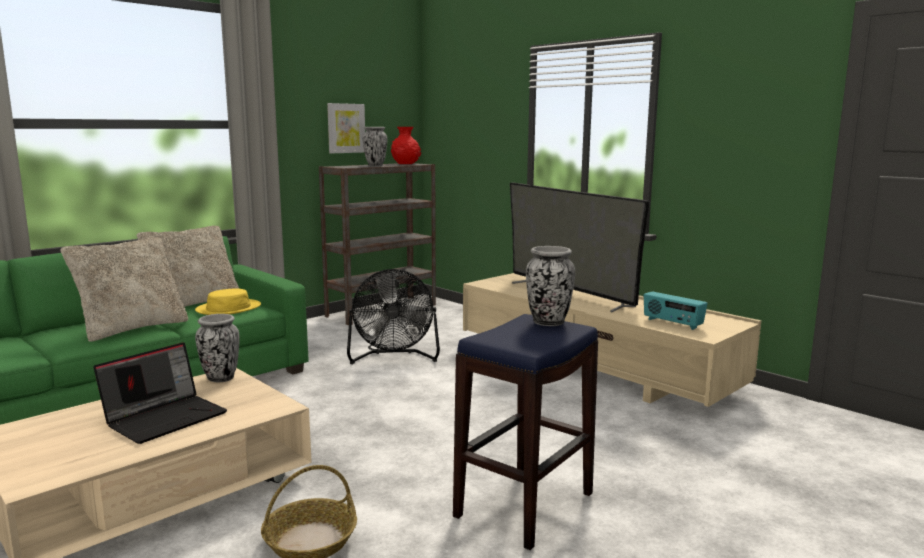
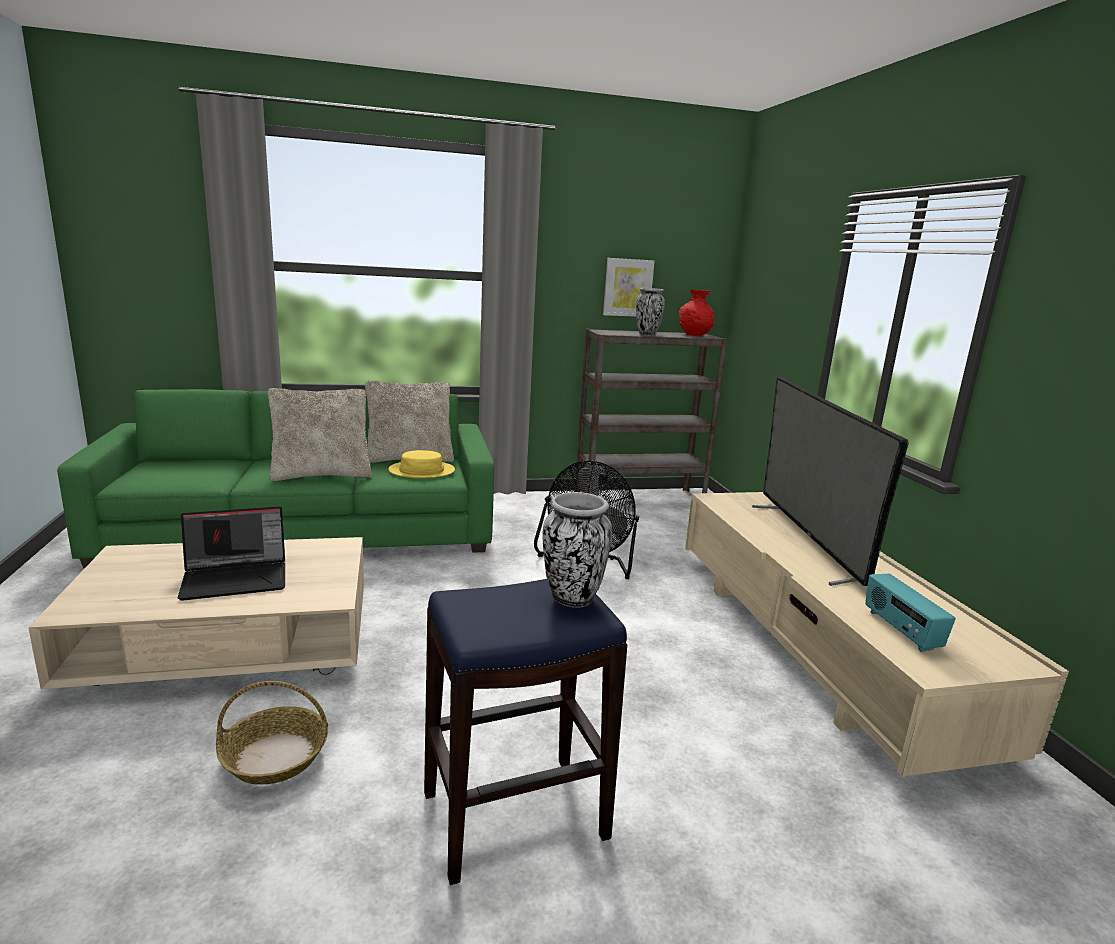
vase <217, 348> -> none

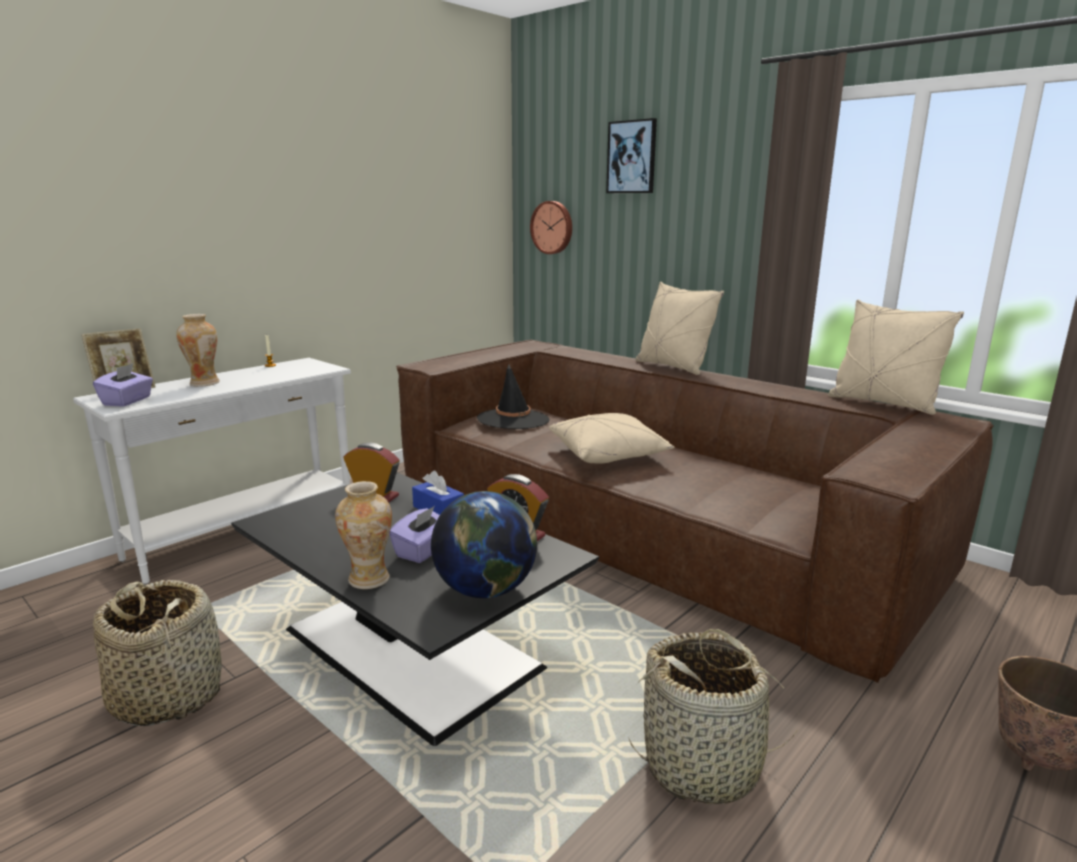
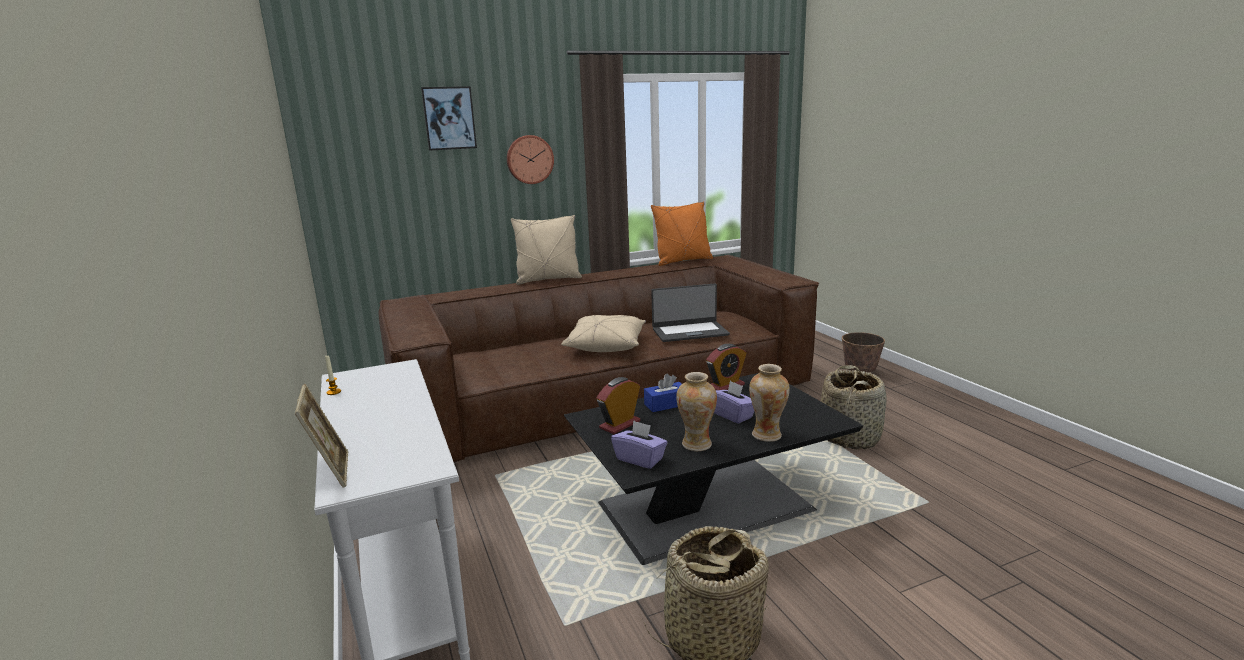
wall clock <551, 227> -> wall clock <530, 159>, move
purple tissue box <123, 385> -> purple tissue box <639, 444>, move
beige pillow <896, 357> -> orange pillow <682, 233>
none -> laptop <690, 313>
vase <198, 350> -> vase <696, 411>, move
globe <484, 544> -> none
black hat <513, 397> -> none

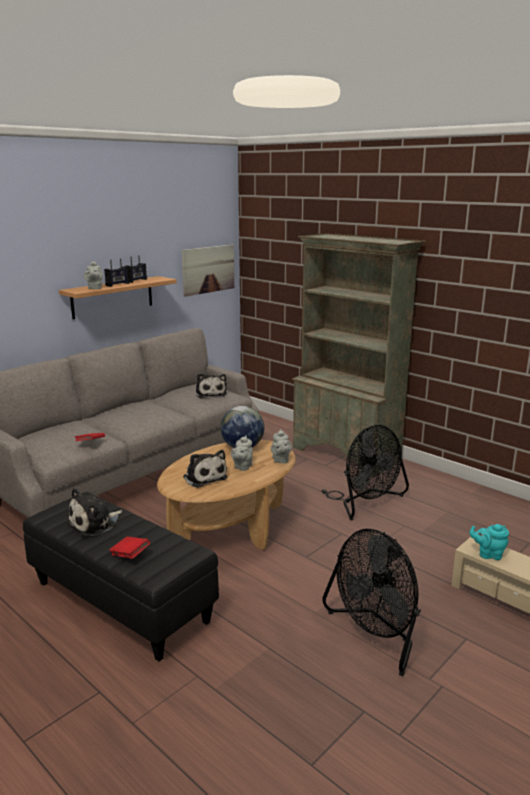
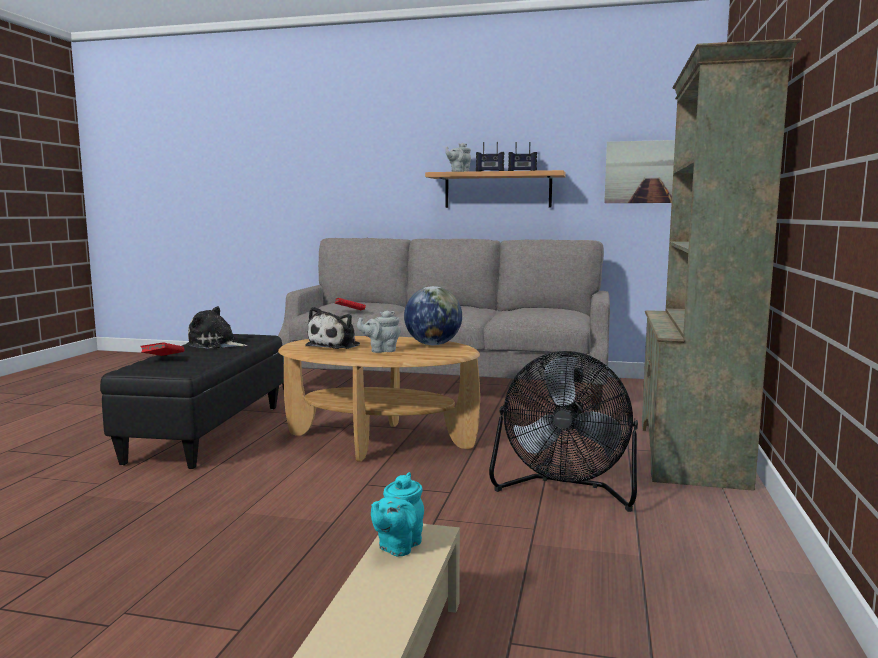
turquoise teapot <489, 542> -> turquoise teapot <397, 514>, 135 degrees counterclockwise
plush toy <211, 385> -> none
grey teapot <281, 446> -> none
black fan <372, 602> -> none

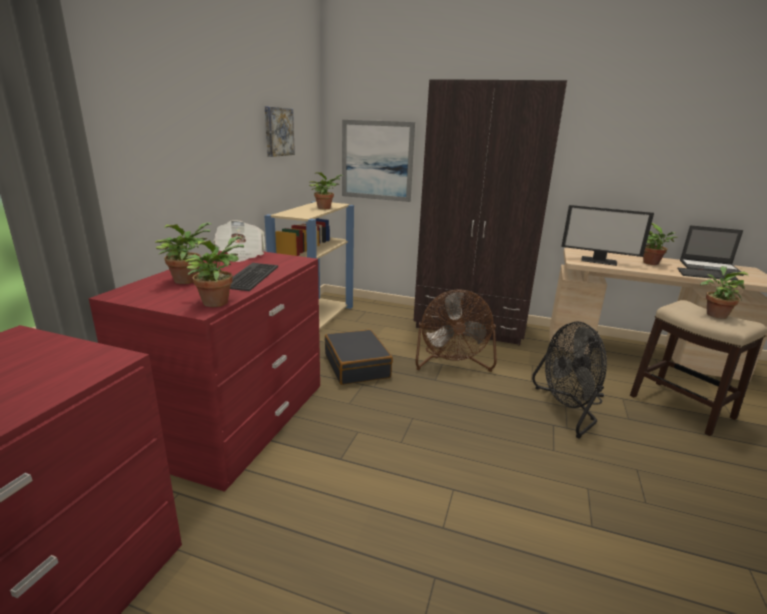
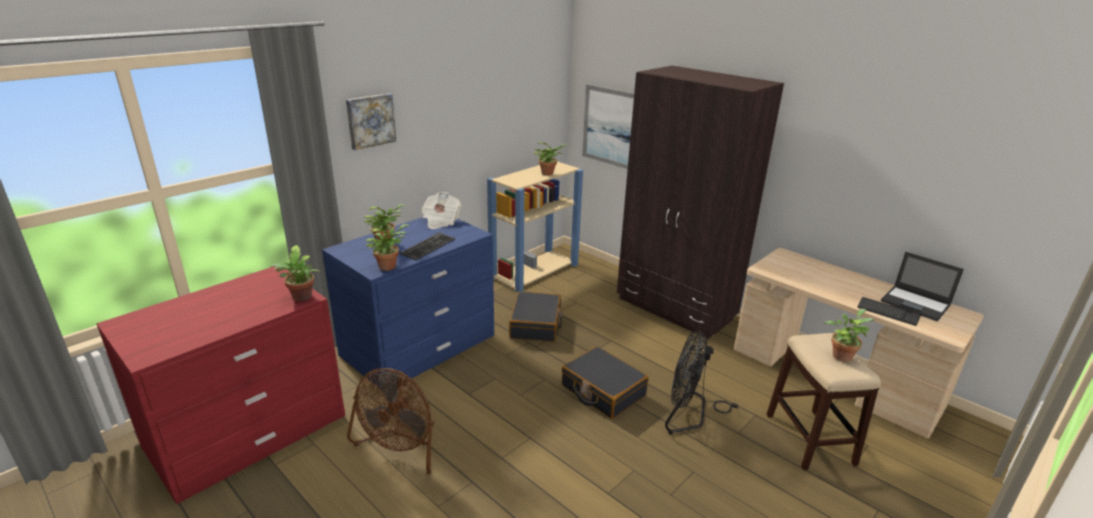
potted plant <660, 244> -> potted plant <296, 273>, move
red dresser <204, 371> -> blue dresser <408, 304>
picture <280, 131> -> picture <371, 121>, move
brown fan <456, 331> -> brown fan <390, 421>, move
none -> black suitcase <605, 382>
monitor <607, 235> -> none

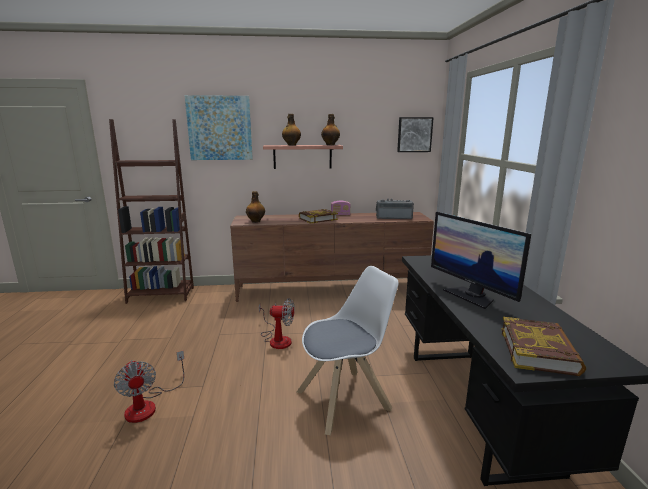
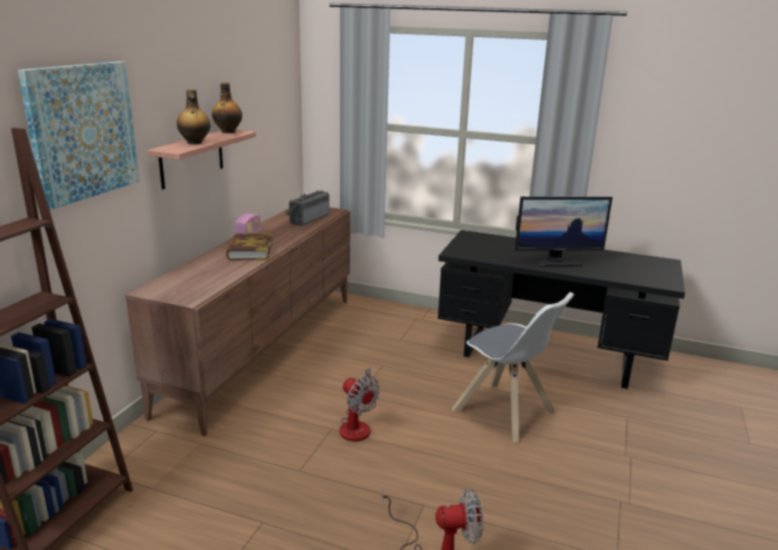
fan <277, 323> -> fan <360, 404>, 105 degrees clockwise
chair <347, 350> -> chair <513, 367>, 135 degrees clockwise
bottle <255, 207> -> none
picture <415, 134> -> none
book <543, 346> -> none

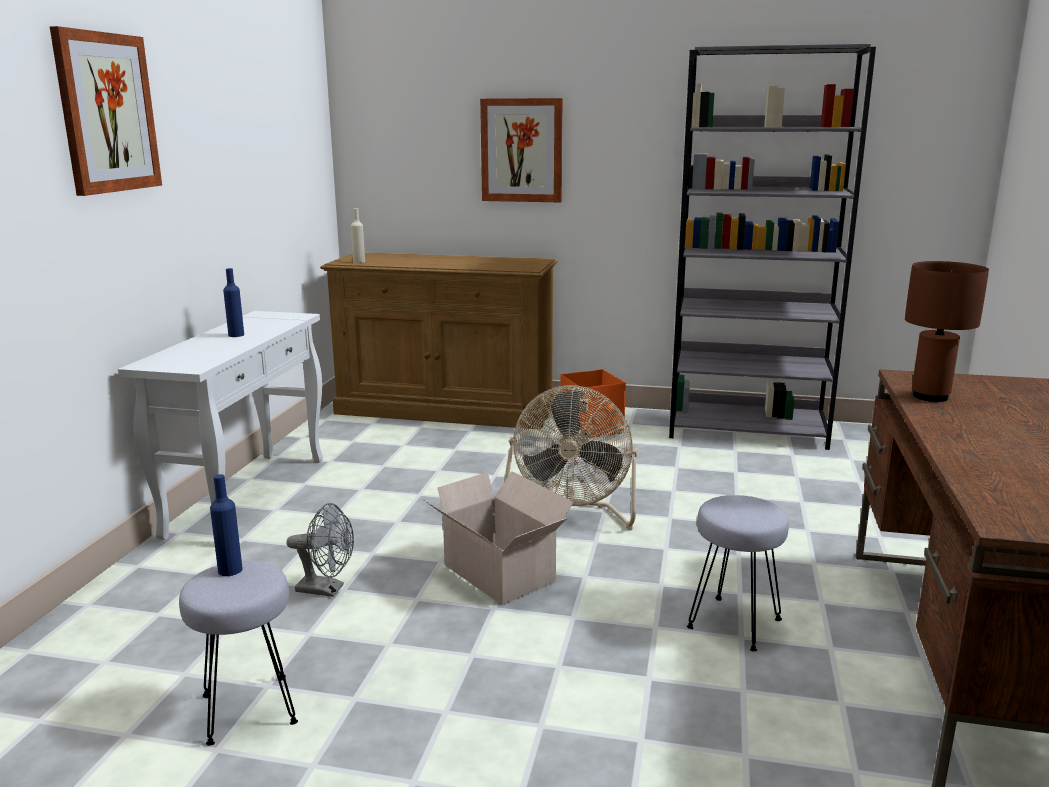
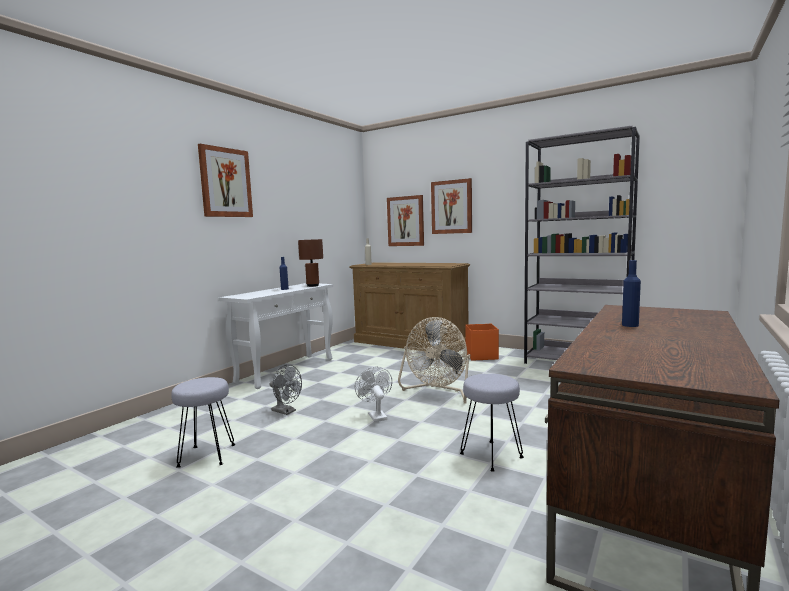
brown table lamp <947, 331> -> brown table lamp <310, 263>, move
cardboard box <498, 538> -> white fan <373, 394>
none -> picture <405, 220>
blue bottle <226, 525> -> blue bottle <631, 293>, move

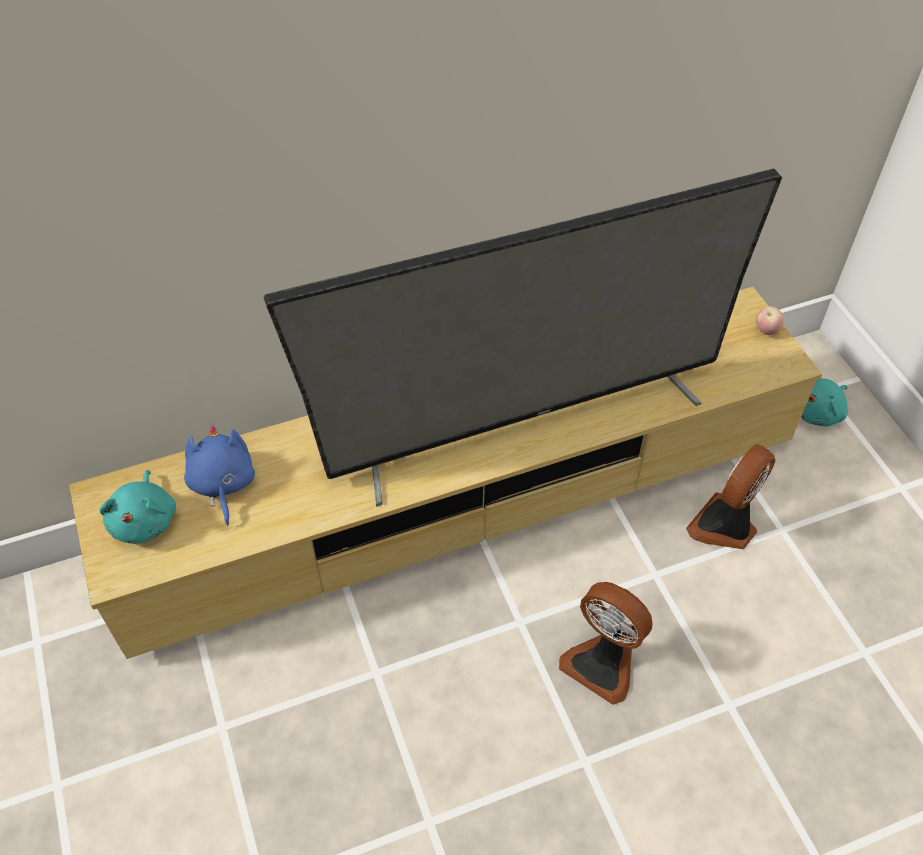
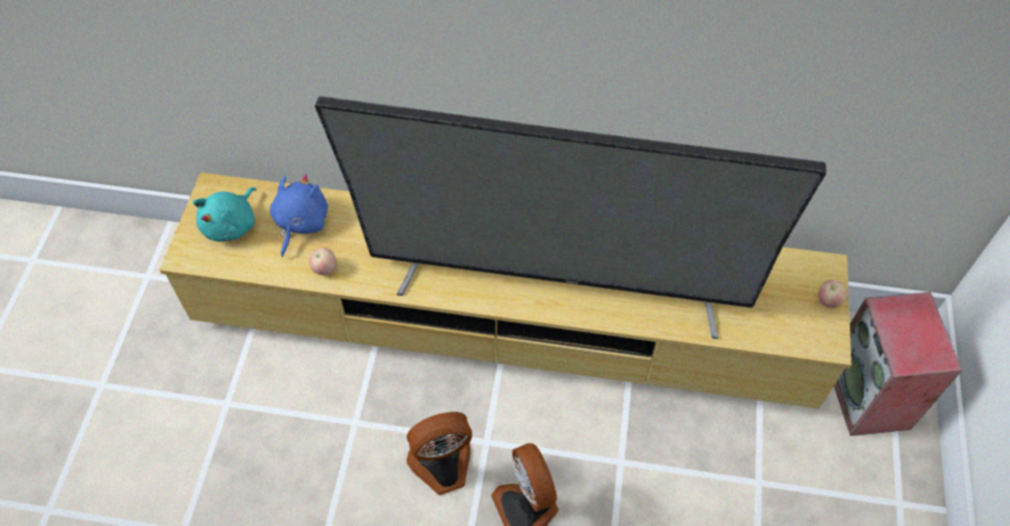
none -> apple <323, 261>
fan <730, 496> -> fan <439, 453>, move
turquoise plush toy <824, 402> -> speaker <898, 364>

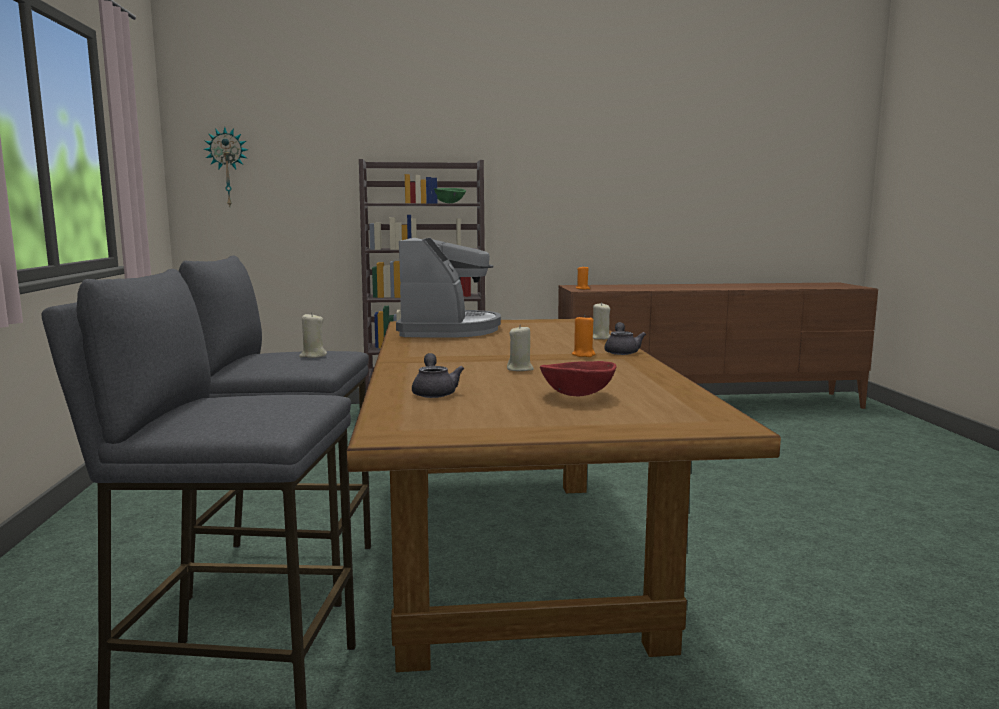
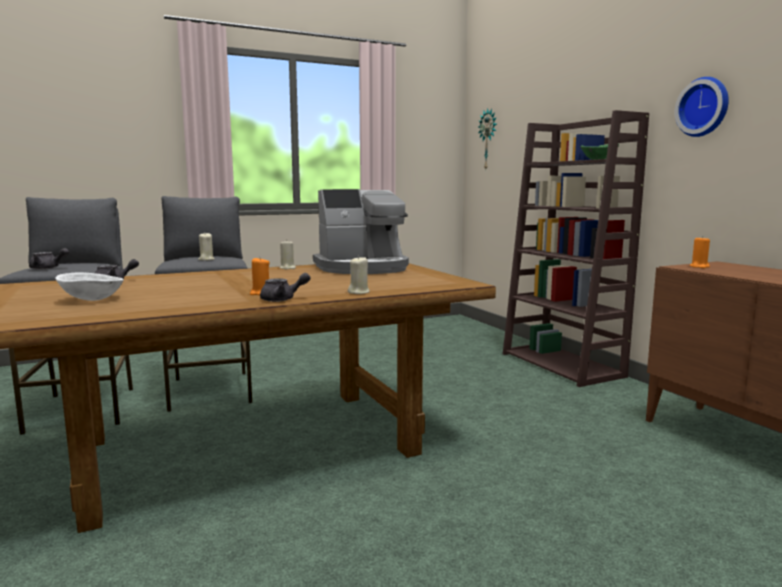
none -> grey teapot <49, 258>
red bowl <578, 378> -> white bowl <89, 286>
beige candle <520, 348> -> beige candle <288, 255>, move
none -> wall clock <702, 107>

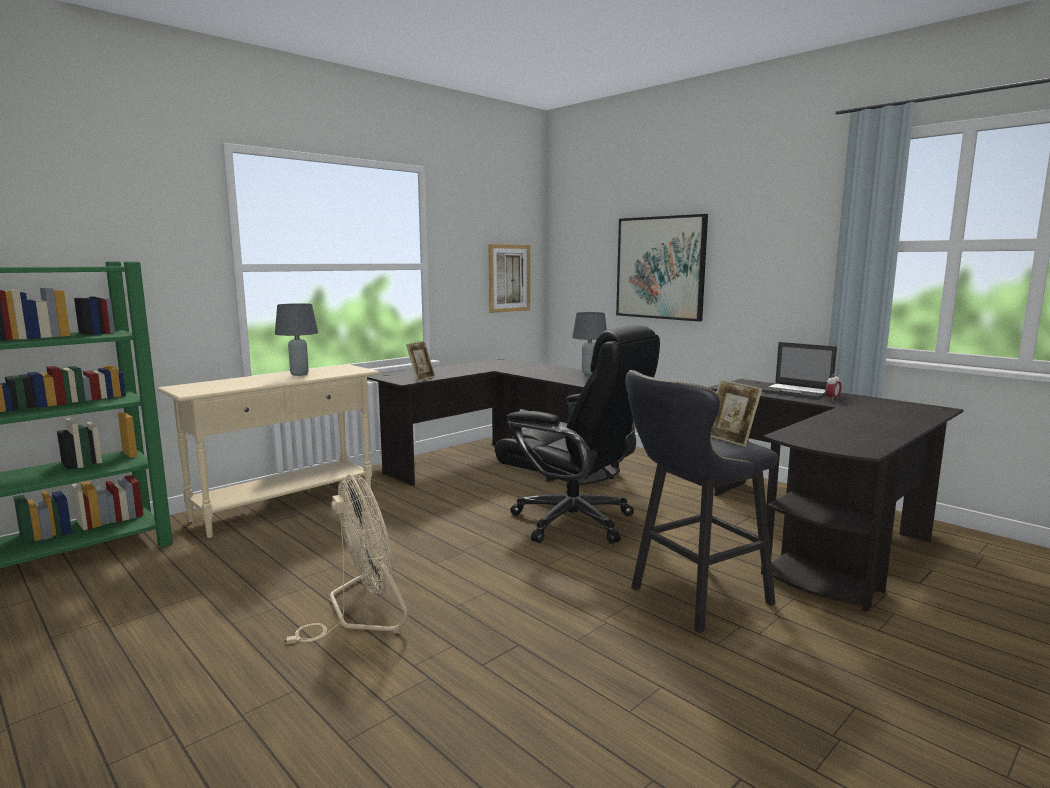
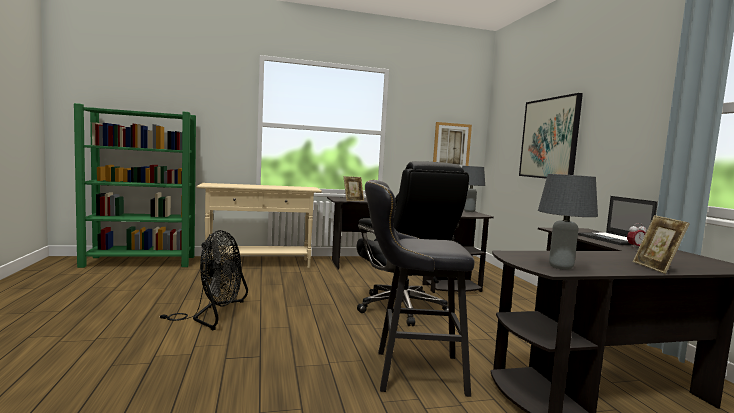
beige fan <345, 559> -> black fan <204, 280>
grey table lamp <296, 339> -> grey table lamp <568, 222>, move
picture frame <736, 413> -> picture frame <661, 244>, move

